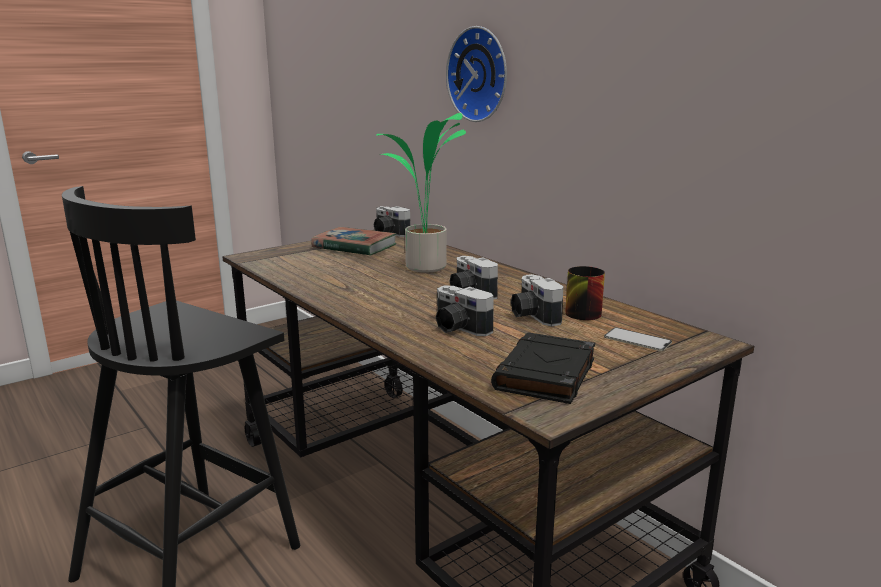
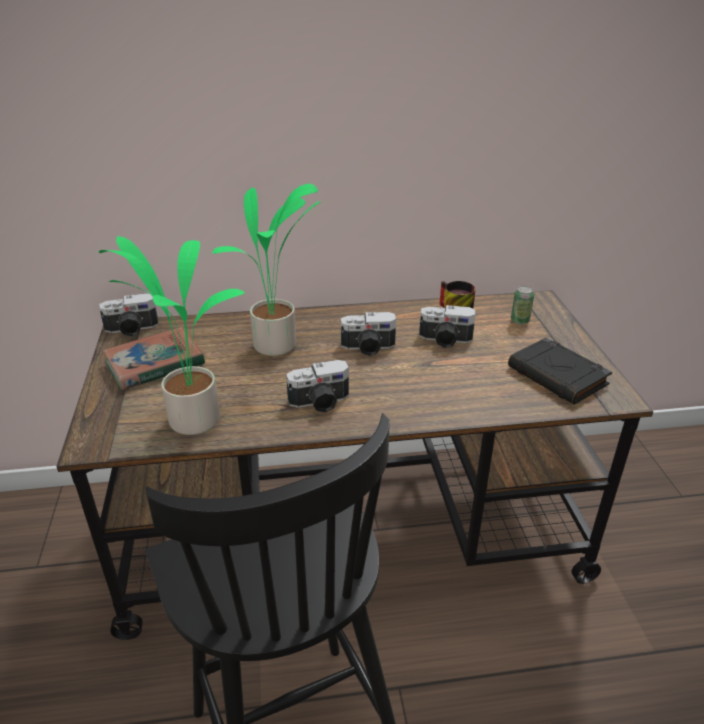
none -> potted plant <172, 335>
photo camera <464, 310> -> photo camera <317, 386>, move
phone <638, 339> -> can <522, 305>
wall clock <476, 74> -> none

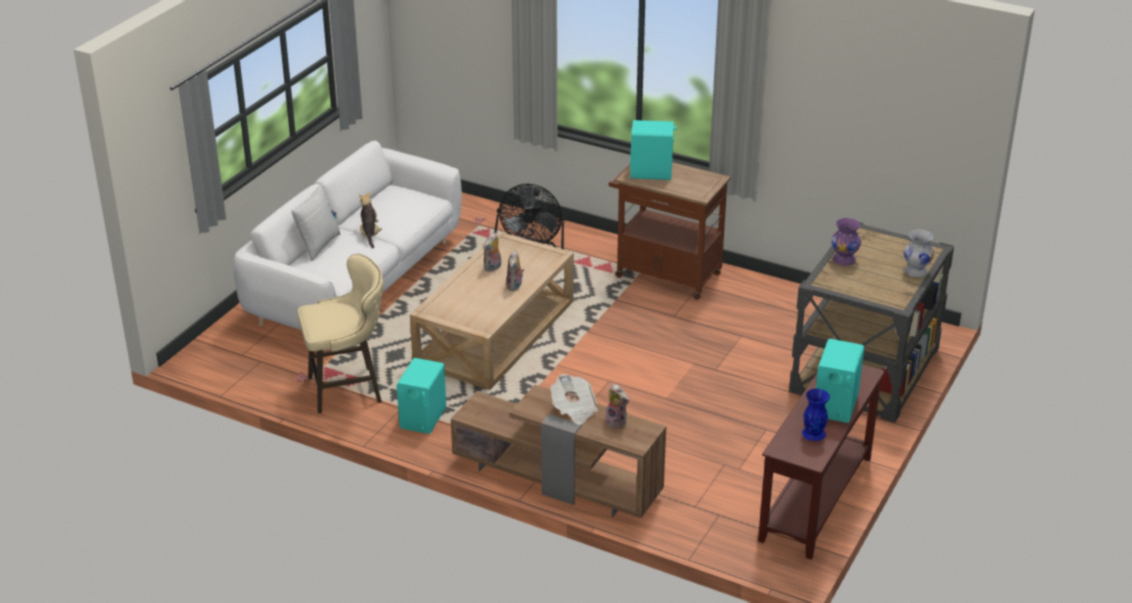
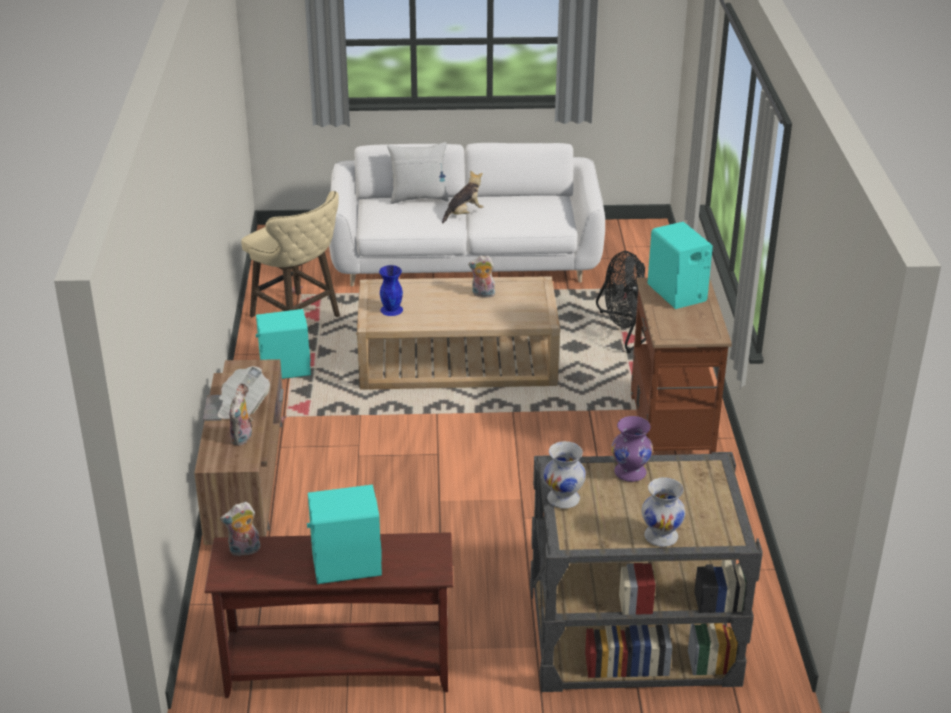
plush toy <515, 270> -> plush toy <240, 529>, move
blue vase <816, 415> -> blue vase <391, 290>, move
none -> white vase <565, 475>

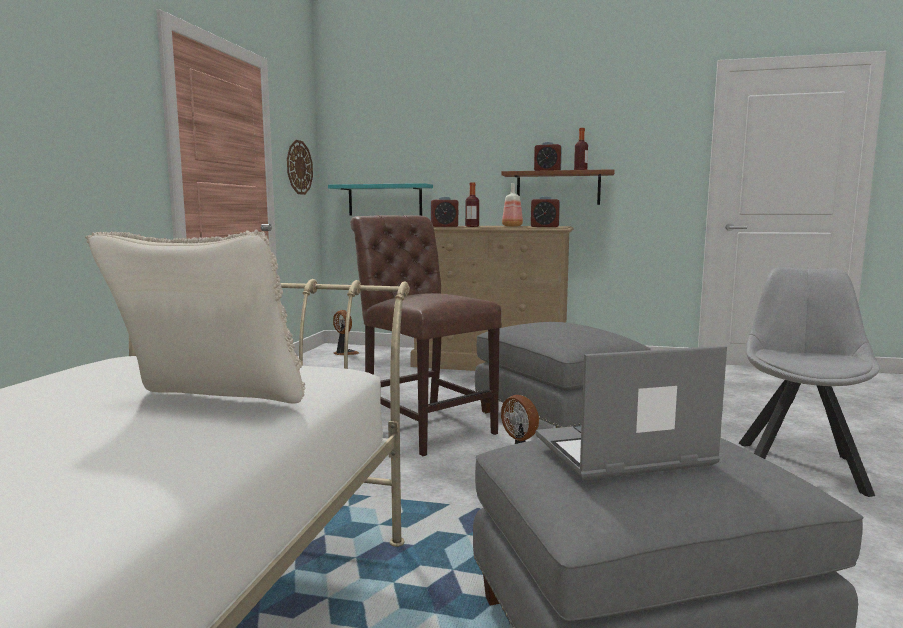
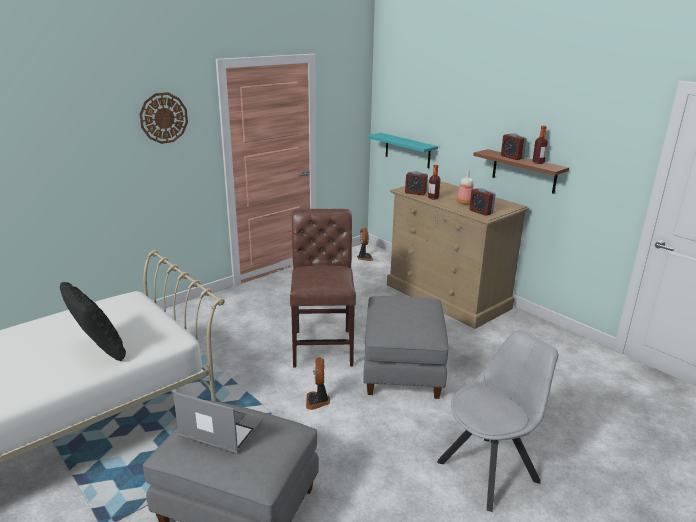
beige pillow <195, 316> -> black pillow <93, 321>
wall clock <300, 167> -> wall clock <163, 118>, move

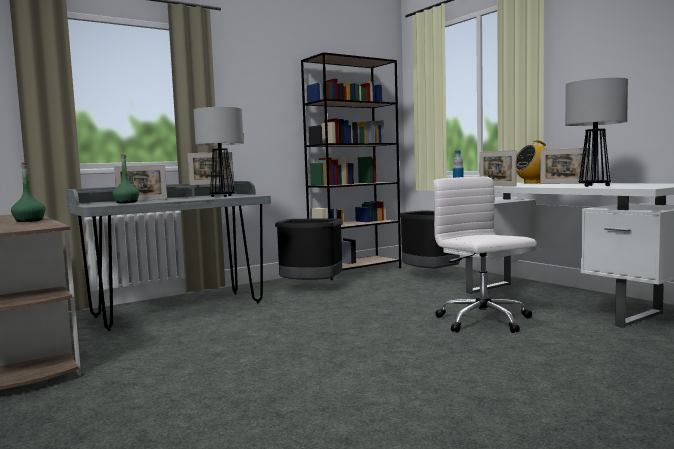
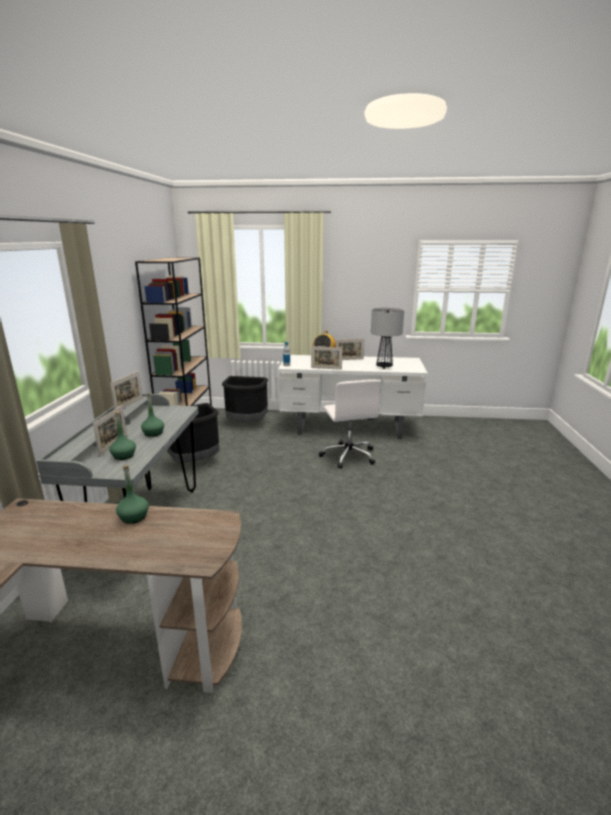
none -> green bottle <152, 415>
white office chair <485, 255> -> white office chair <350, 424>, 120 degrees counterclockwise
table lamp <219, 152> -> none

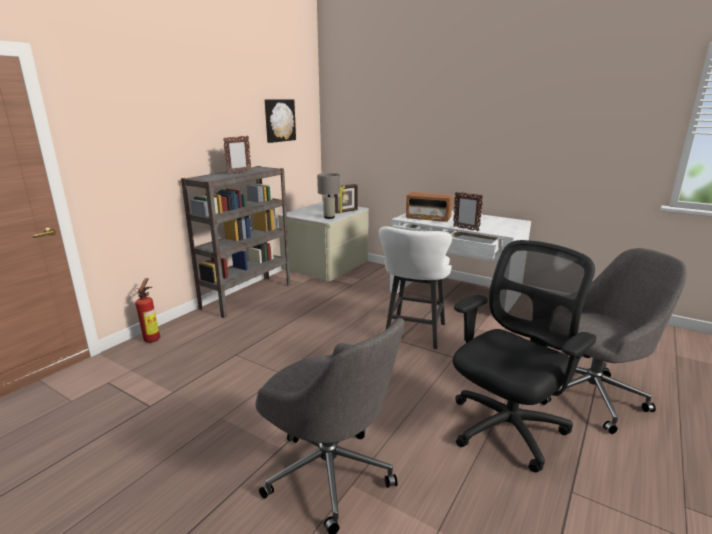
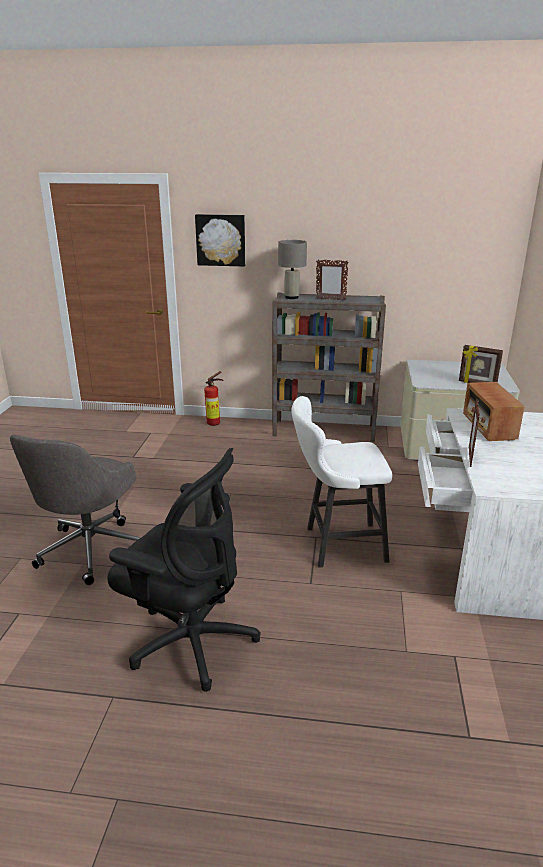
picture <280, 121> -> picture <220, 240>, move
grey table lamp <328, 196> -> grey table lamp <292, 269>, move
grey office chair <614, 341> -> none

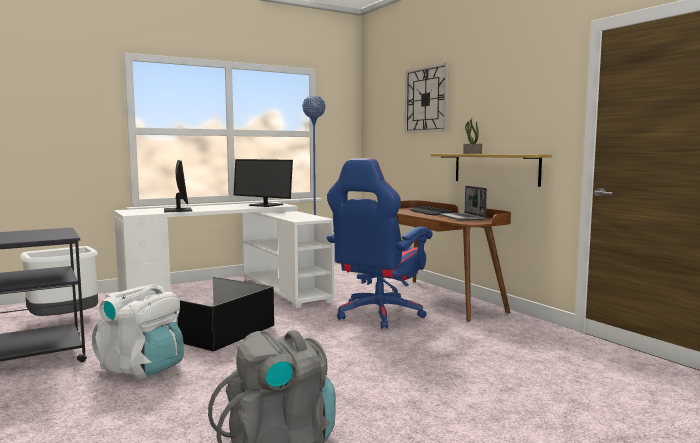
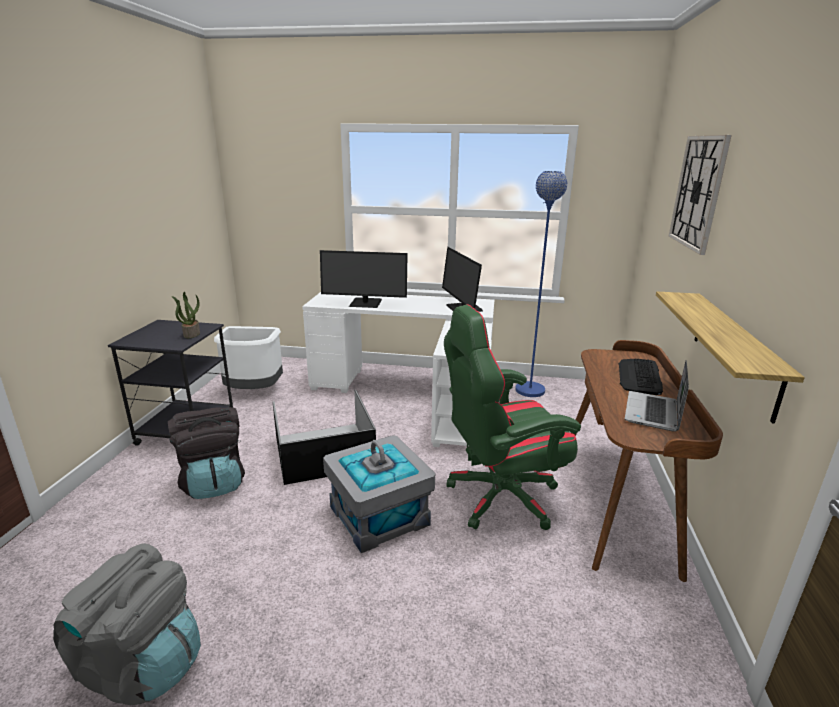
white backpack <138, 331> -> black backpack <206, 453>
potted plant <472, 136> -> potted plant <186, 314>, move
monitor <178, 186> -> monitor <364, 279>, 75 degrees clockwise
none -> grey storage box <379, 494>
blue office chair <380, 243> -> green office chair <512, 417>

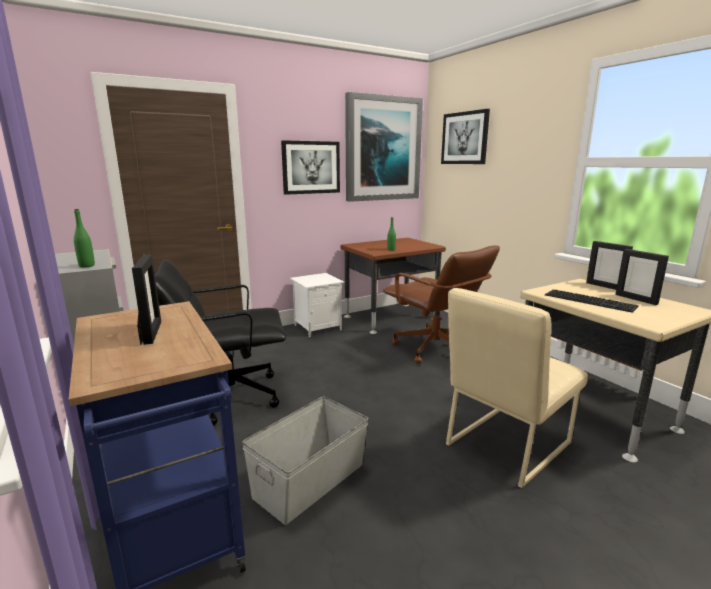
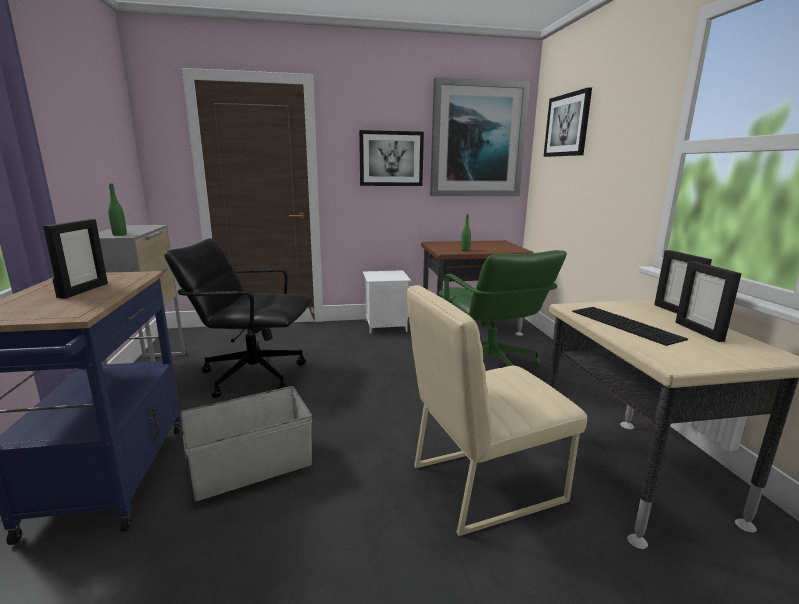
brown office chair <441, 304> -> green office chair <503, 308>

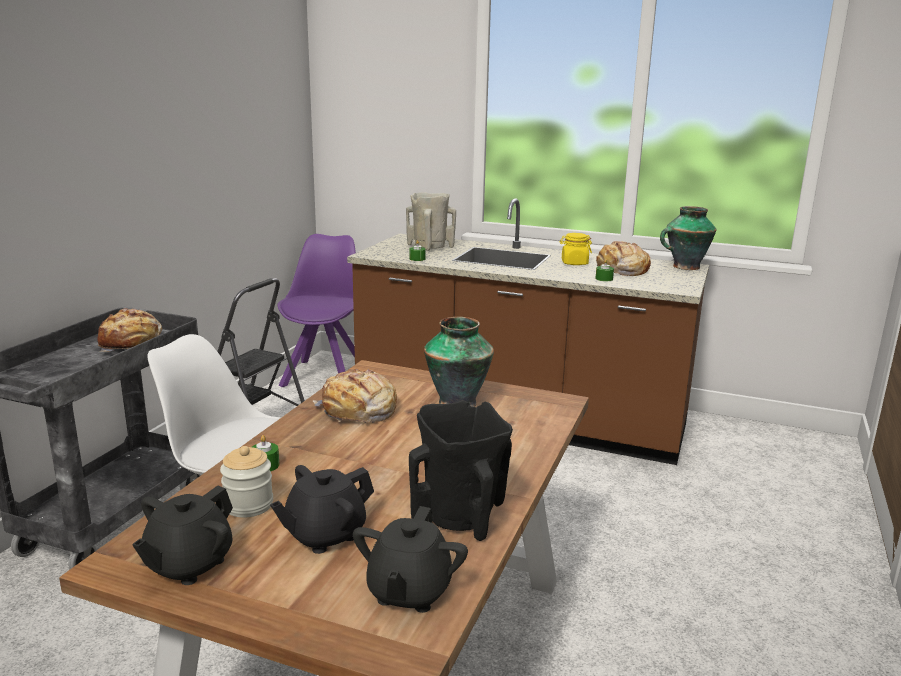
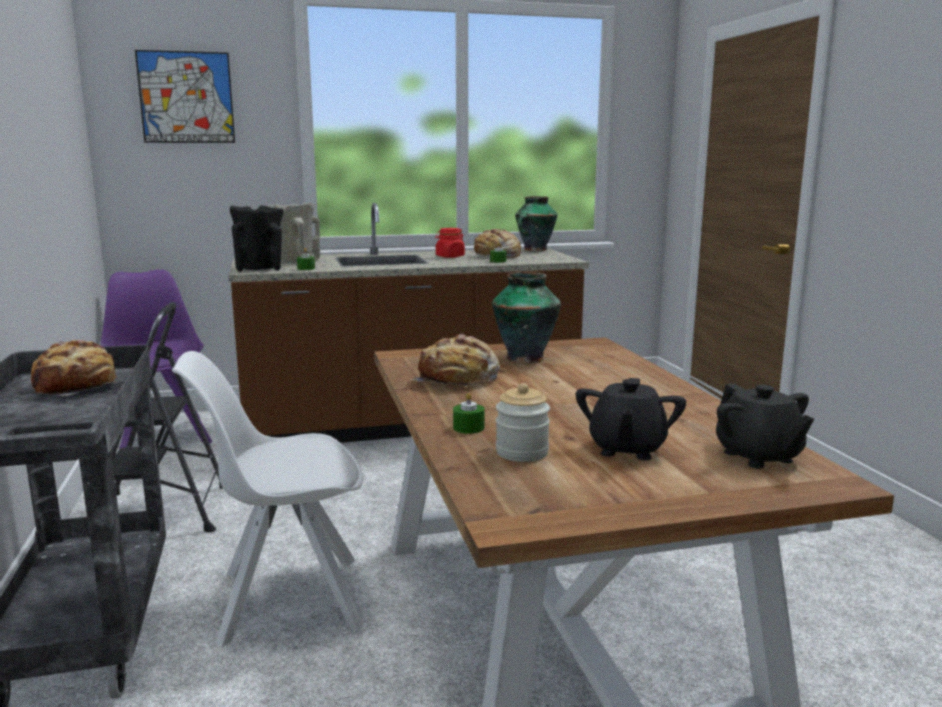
none -> picture <185, 96>
black vase <461, 470> -> black vase <257, 239>, move
yellow jar <575, 249> -> red jar <450, 243>
black teapot <182, 535> -> none

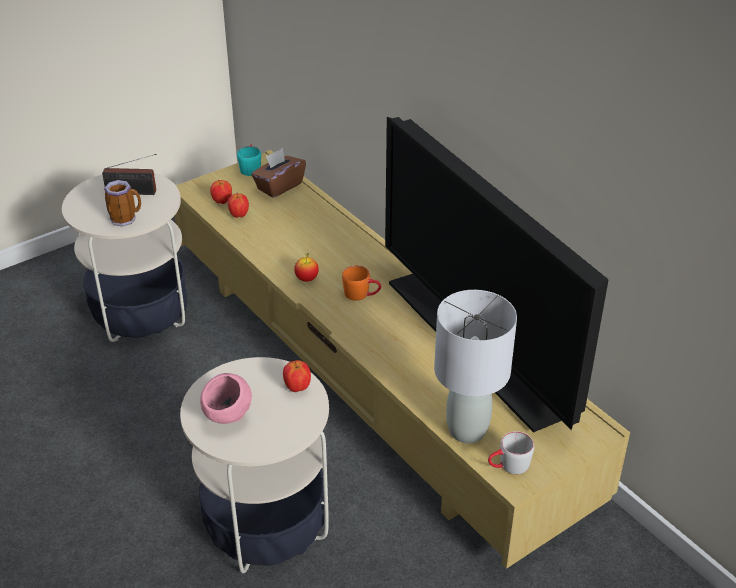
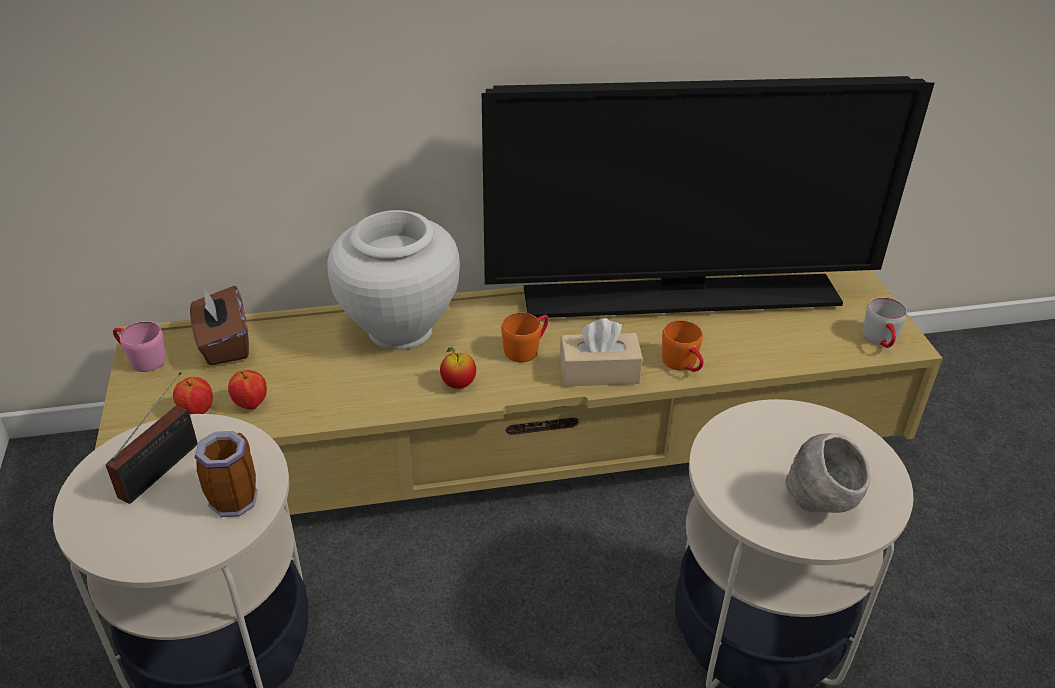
turquoise mug <249, 160> -> pink mug <139, 346>
none -> white vase <393, 280>
none -> beige tissue box <601, 352>
none -> orange mug <683, 346>
pink bowl <226, 398> -> grey bowl <828, 473>
apple <297, 376> -> none
grey table lamp <475, 366> -> none

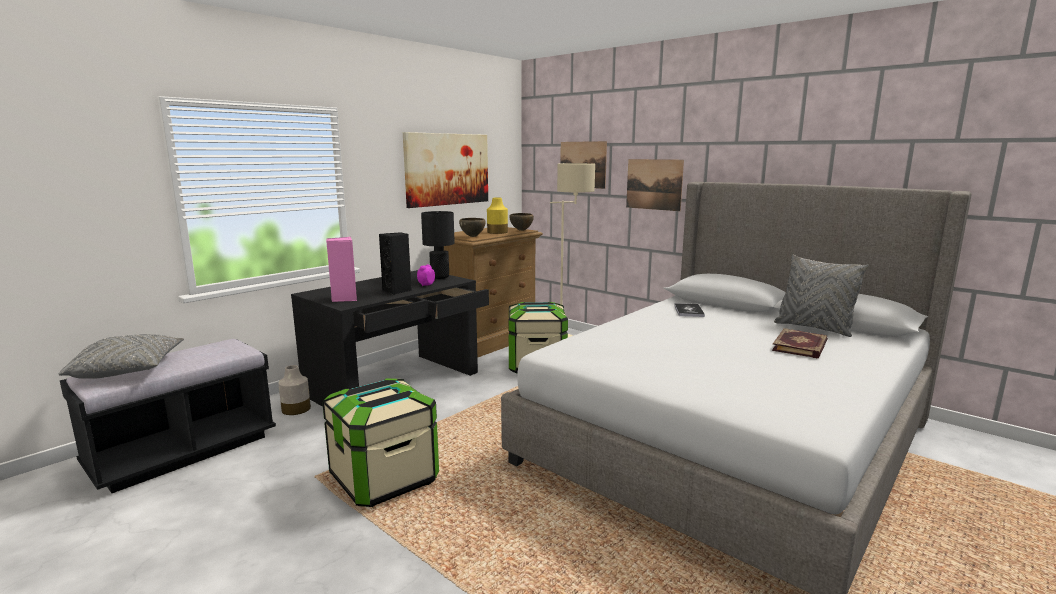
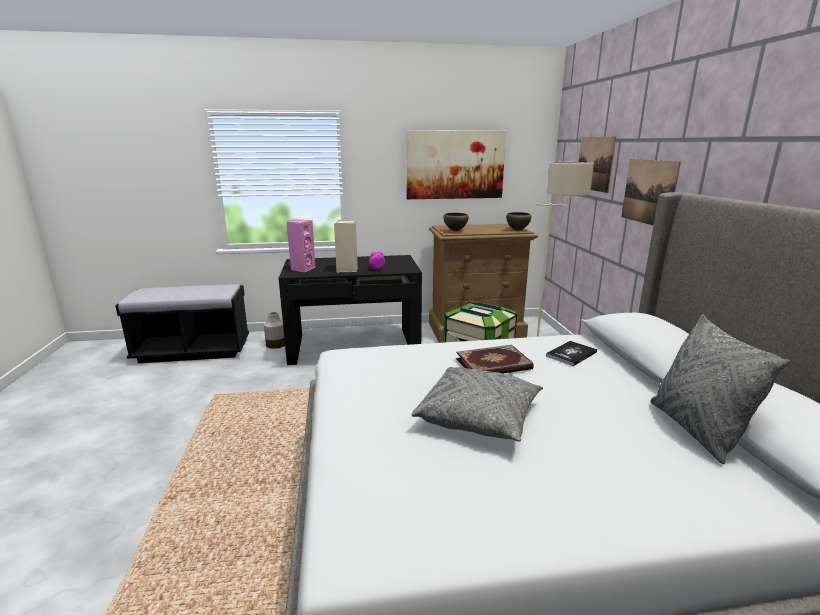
black speaker <395, 263> -> beige speaker <346, 246>
grey pillow <121, 356> -> grey pillow <477, 404>, move
book <800, 343> -> book <495, 359>, move
storage box <380, 442> -> none
black table lamp <438, 245> -> none
yellow vase <497, 215> -> none

